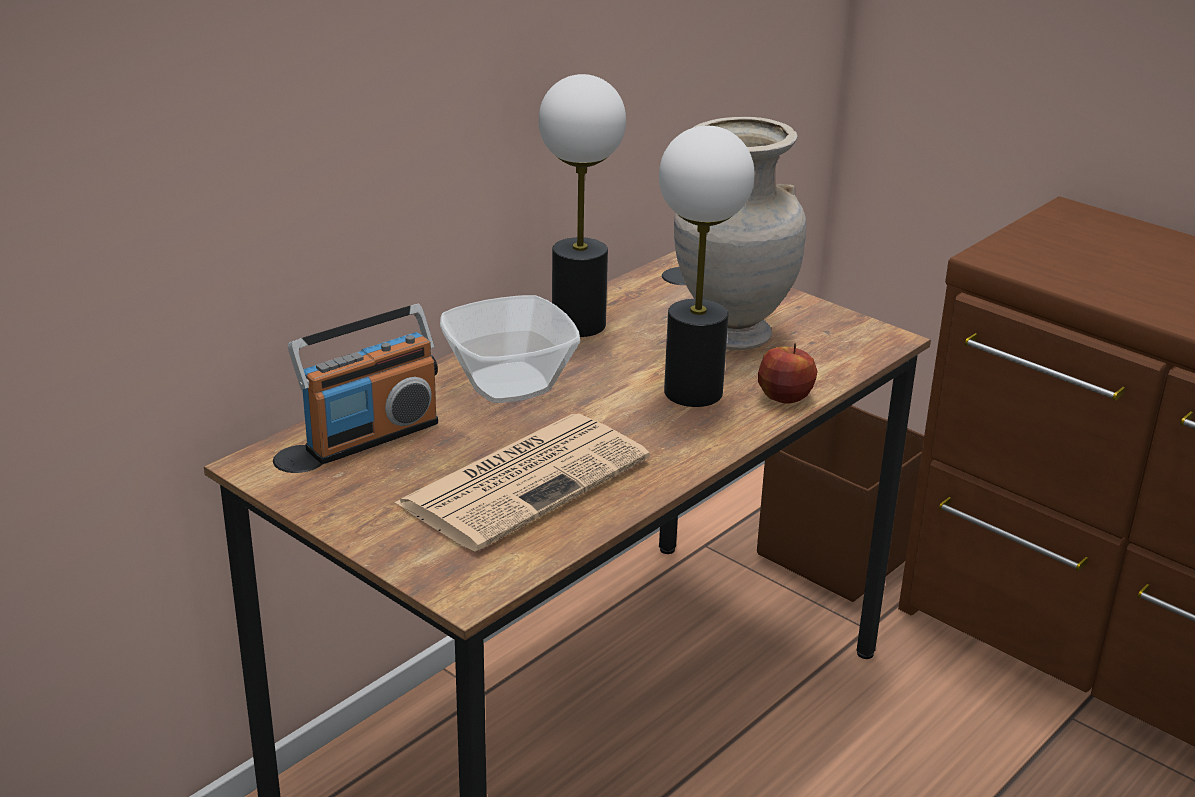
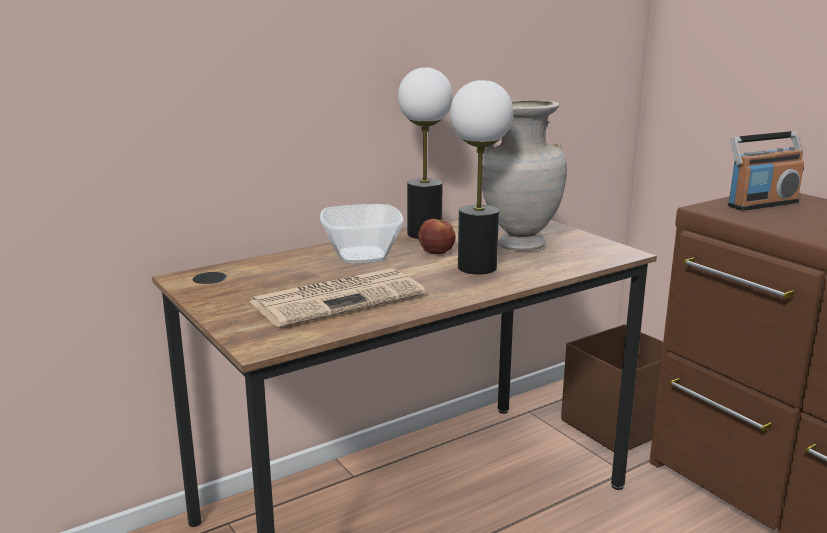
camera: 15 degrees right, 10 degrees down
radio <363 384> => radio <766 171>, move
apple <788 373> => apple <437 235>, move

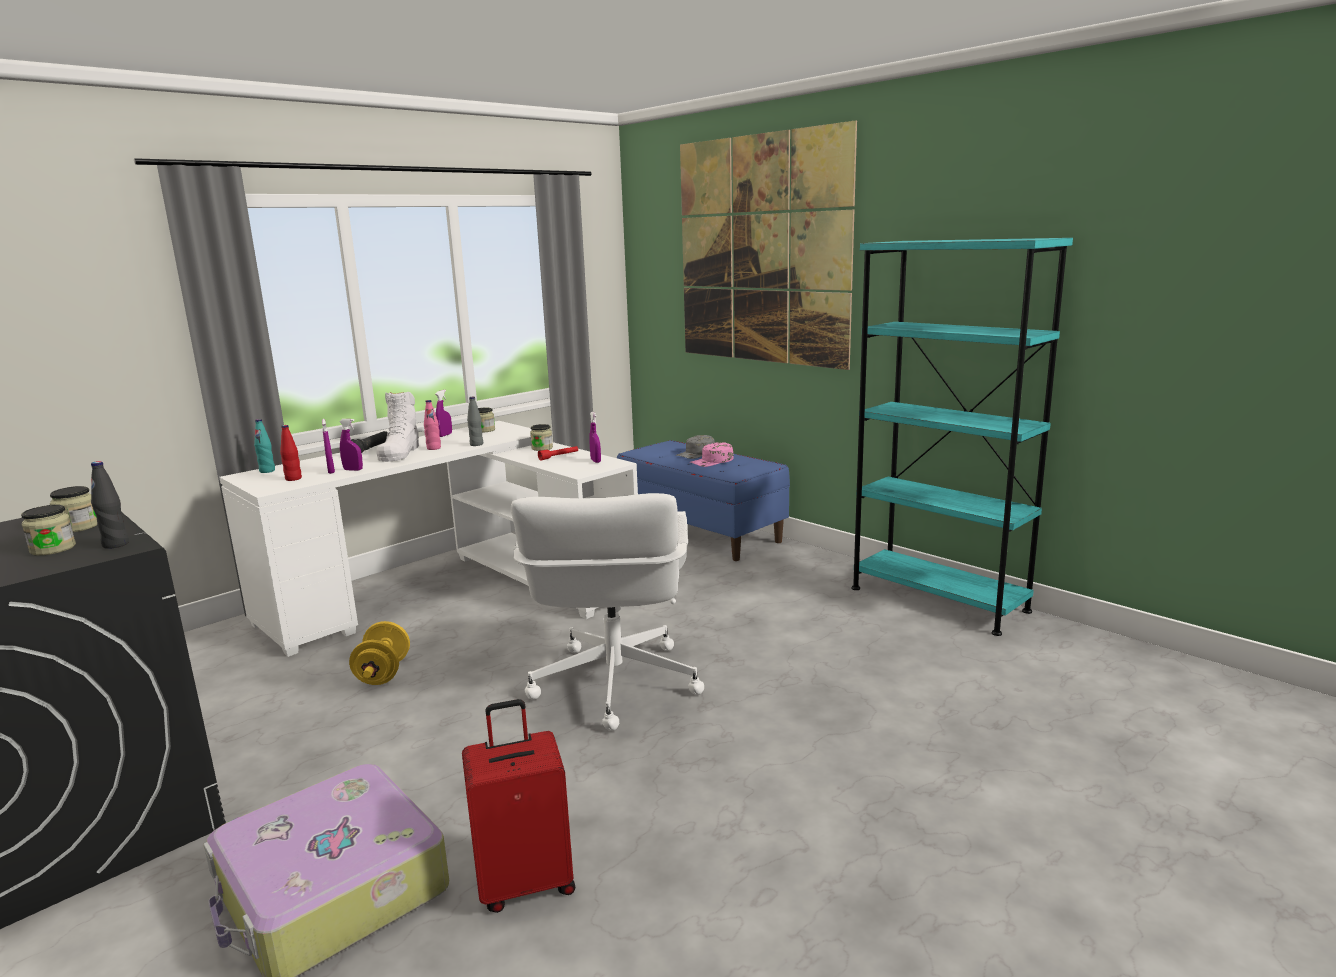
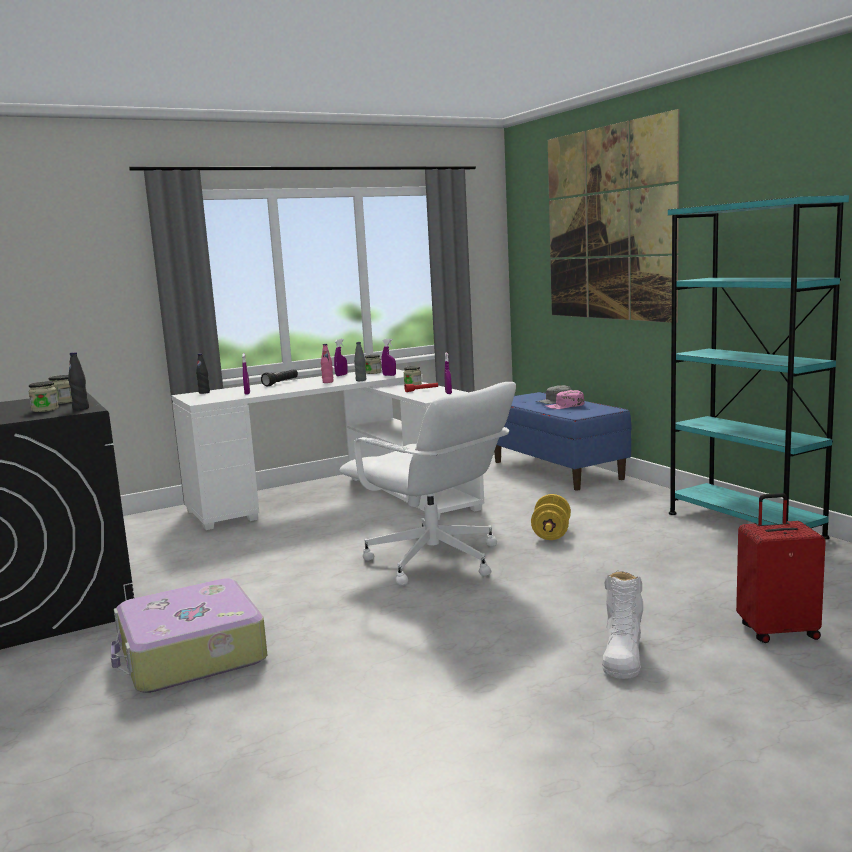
camera: 15 degrees right, 5 degrees down
boot/white <398 426> => boot/white <622 625>, move
bottle/turquoise <264 446> => bottle/black <203 373>
spray bottle/purple <351 445> => spray bottle/purple <388 357>, move
bottle/red <291 453> => nothing
office chair/white <607 612> => office chair/white <427 484>, 60 degrees counterclockwise
dumbbell/yellow <379 653> => dumbbell/yellow <551 517>, move
suitcase/red <518 806> => suitcase/red <781 568>, move

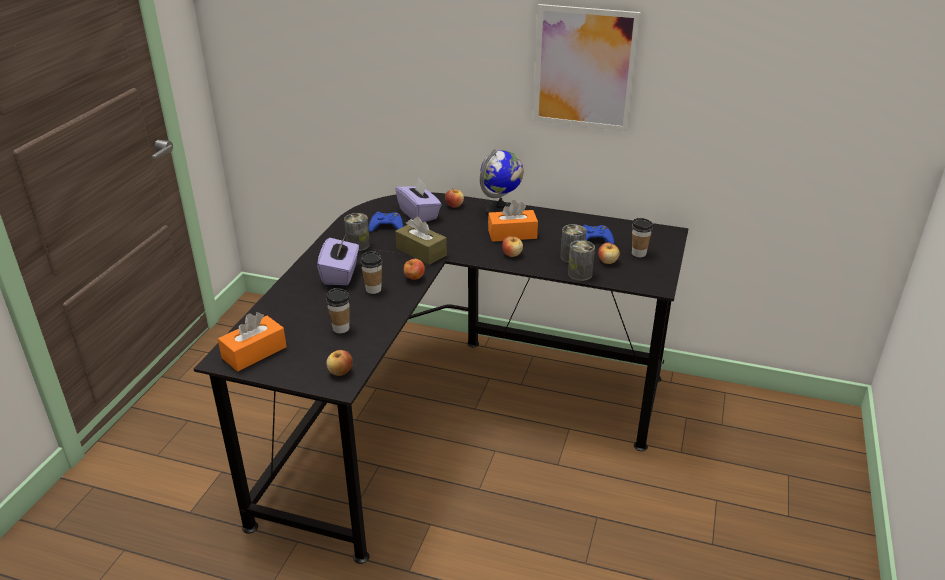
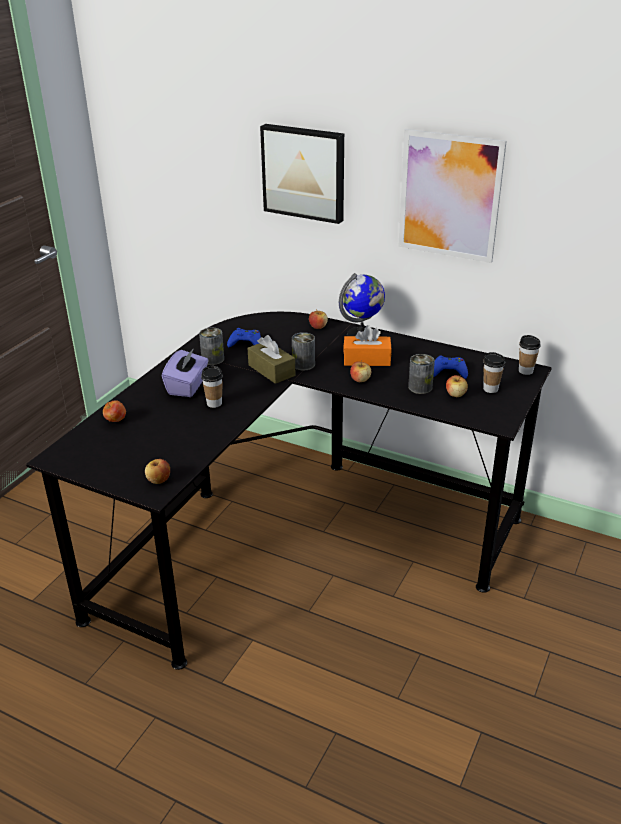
camera: 10 degrees right, 0 degrees up
tissue box/purple <418 200> => nothing
can <581 260> => can <303 351>, move
apple <414 269> => apple <114 411>, move
cup <338 310> => cup <530 355>, move
tissue box/orange <252 341> => nothing
nothing => picture <302 174>

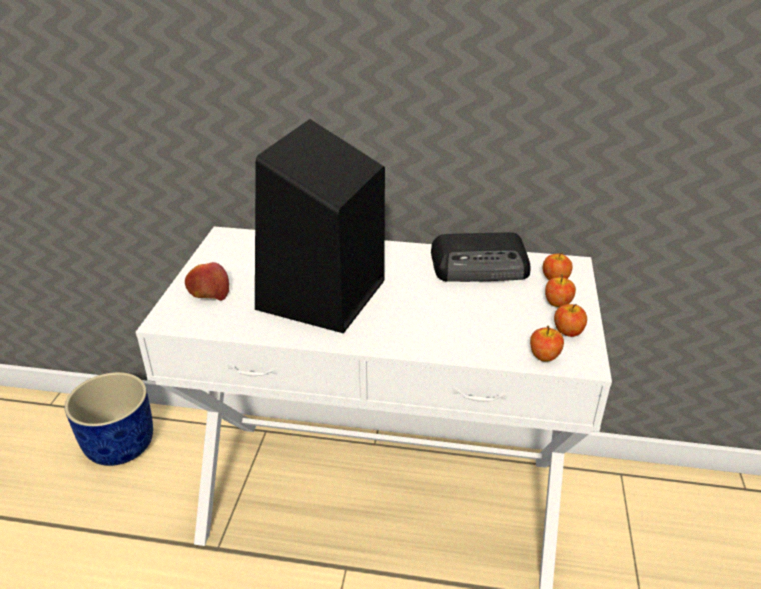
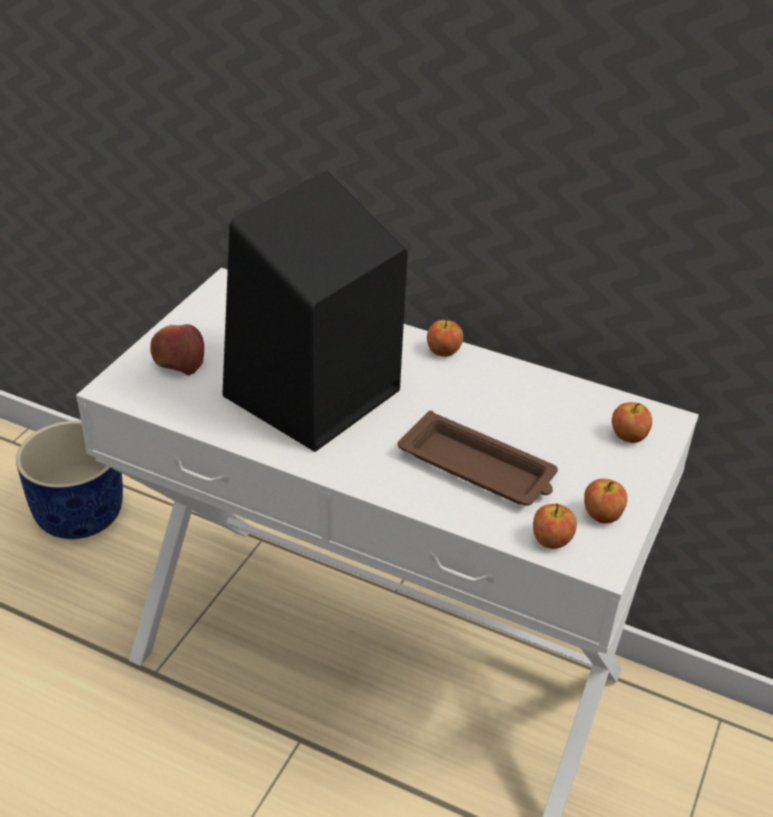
camera: 15 degrees right, 5 degrees up
radio <481 257> => nothing
apple <560 290> => apple <445 337>, move
nothing => tray/brown <478 458>

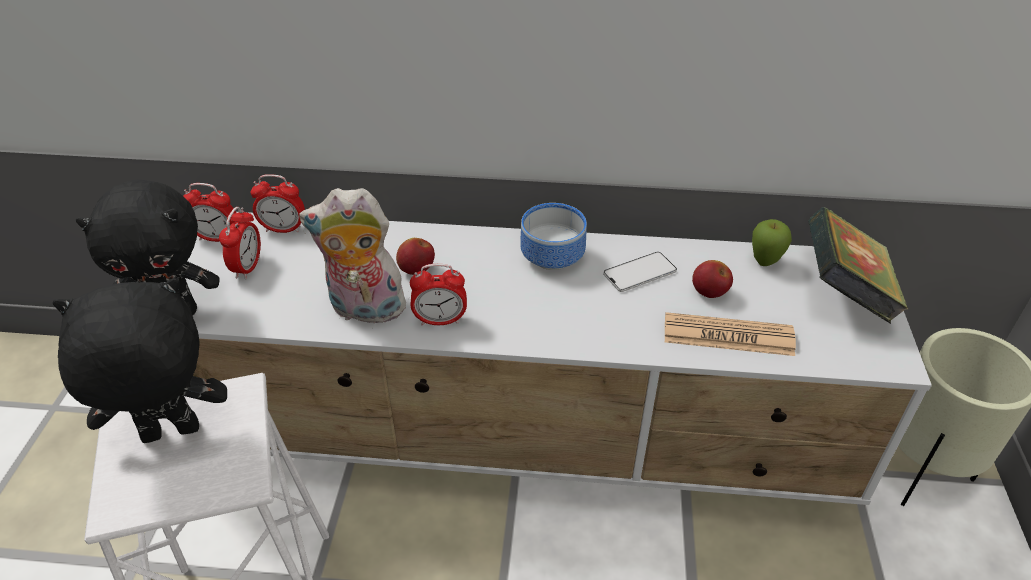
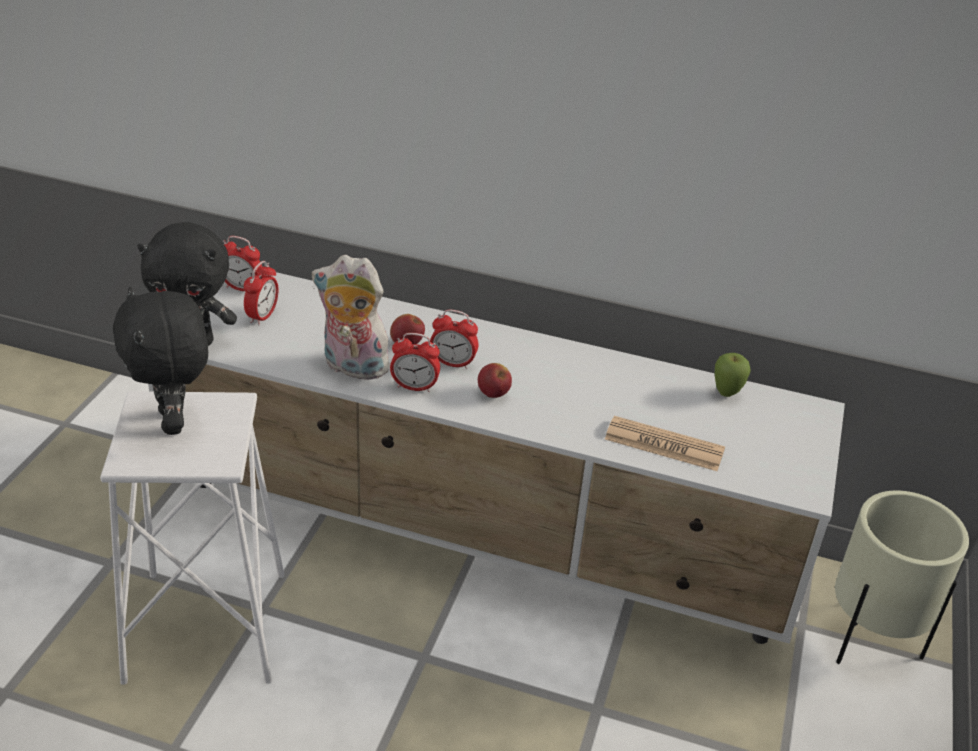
camera: 10 degrees right, 5 degrees down
alarm clock <277 203> => alarm clock <454 339>, move
bowl <553 236> => nothing
book <858 265> => nothing
phone <640 272> => nothing
apple <712 279> => apple <495 380>, move
plush toy/black <139 360> => plush toy/black <160 361>, 105 degrees counterclockwise

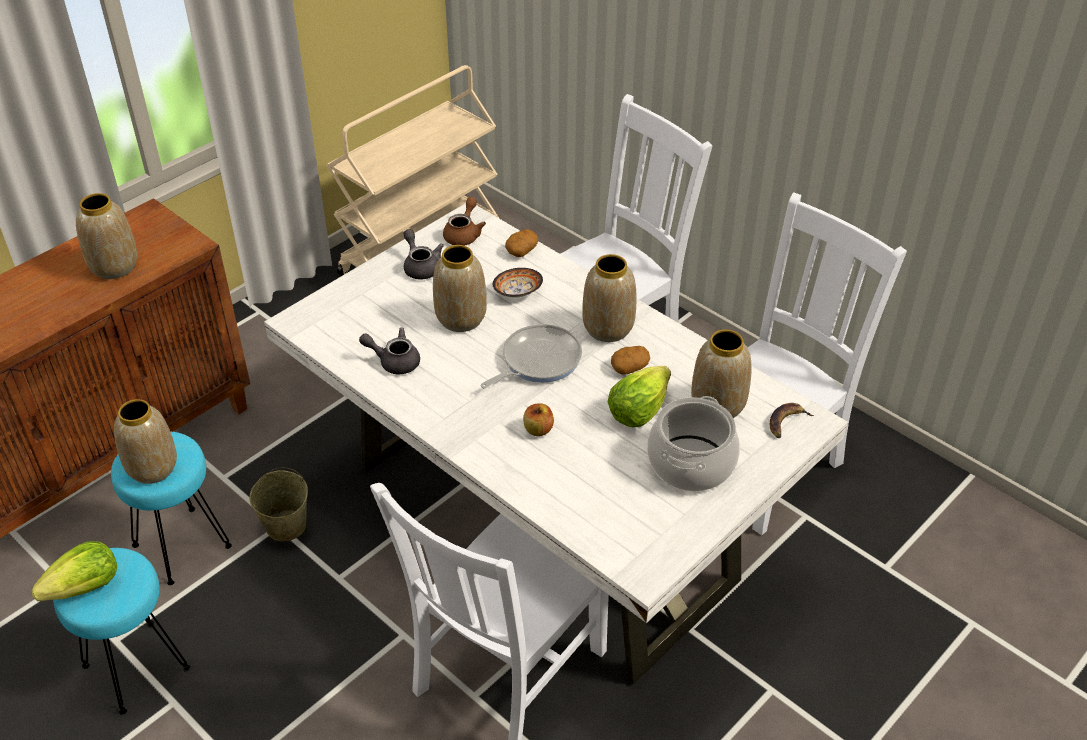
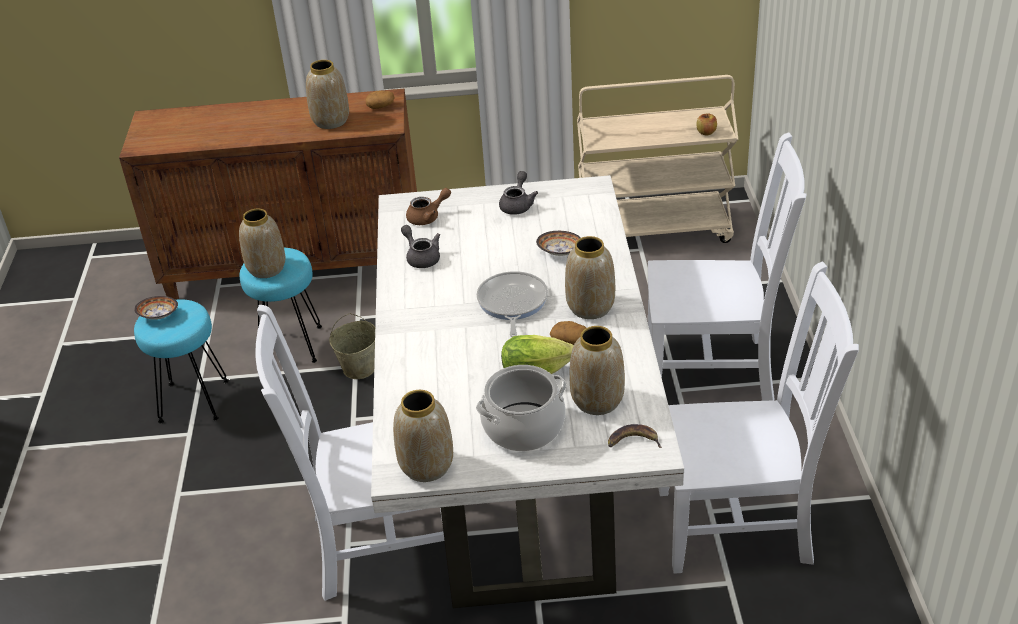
camera: 45 degrees right, 5 degrees down
teapot/brown <464 221> => teapot/brown <428 206>, move
potato <521 243> => potato <380 99>, move
vase <460 288> => vase <423 436>, move
frying pan <531 356> => frying pan <512 304>, 90 degrees counterclockwise
apple <538 419> => apple <706 124>, move
lettuce <74 571> => bowl <156 308>

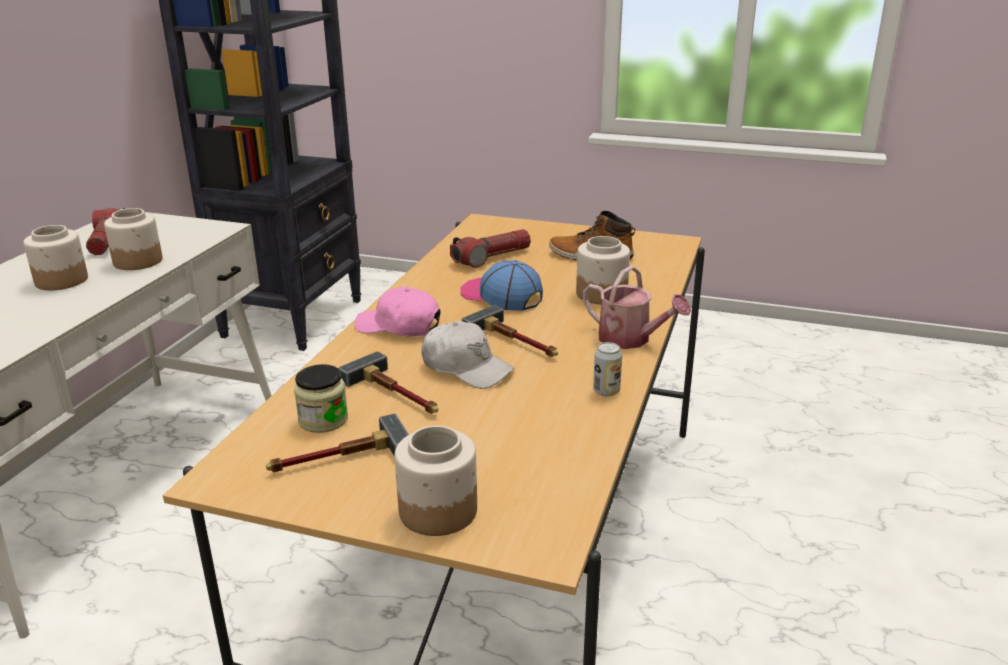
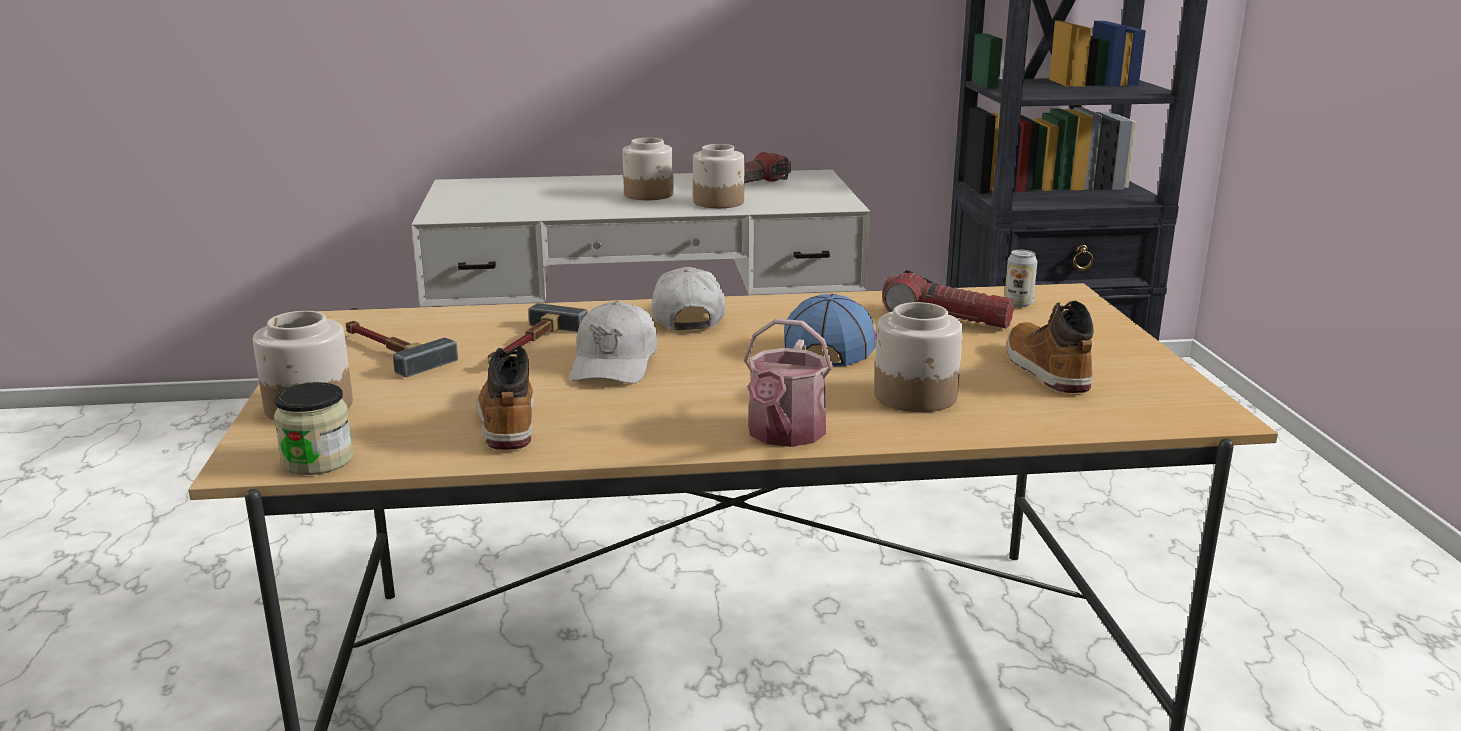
camera: 65 degrees right, 5 degrees down
cap/pink <398 311> => cap/white <689 298>
hammer <510 331> => nothing
can <607 369> => can <1021 278>, move
jar <321 398> => jar <314 428>, move
nothing => boot <505 397>

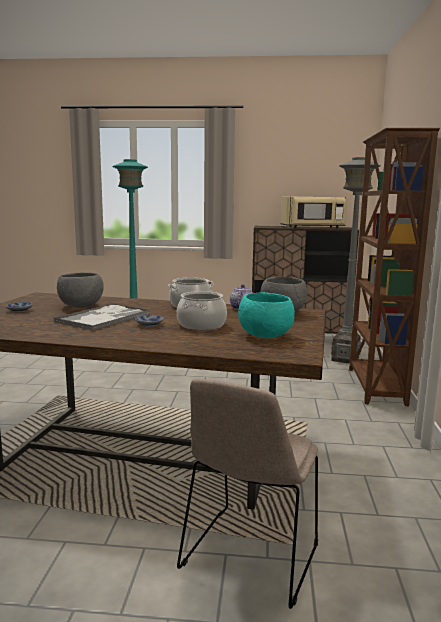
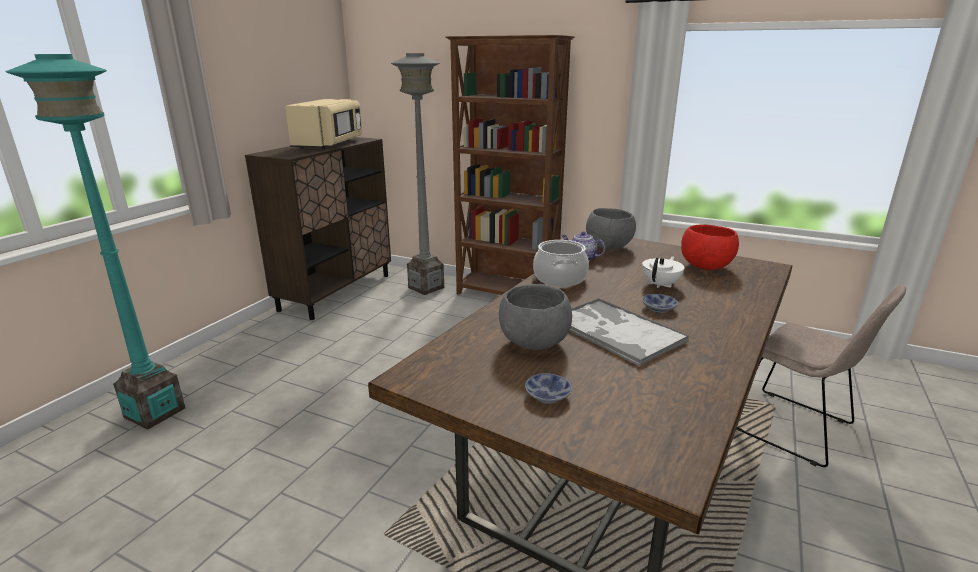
camera: 70 degrees left, 10 degrees up
cooking pot <202 310> => teapot/white <663 272>
bowl/turquoise <266 315> => bowl/red <710 247>

